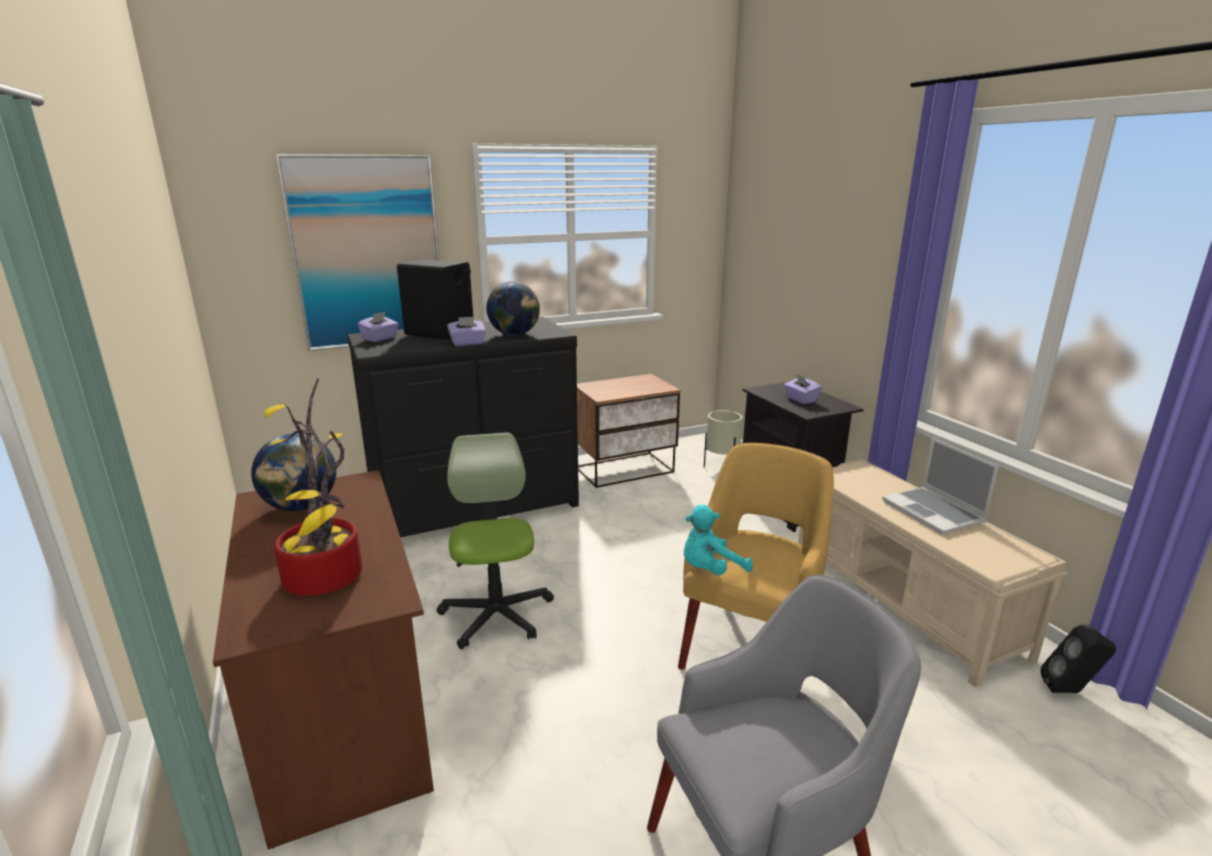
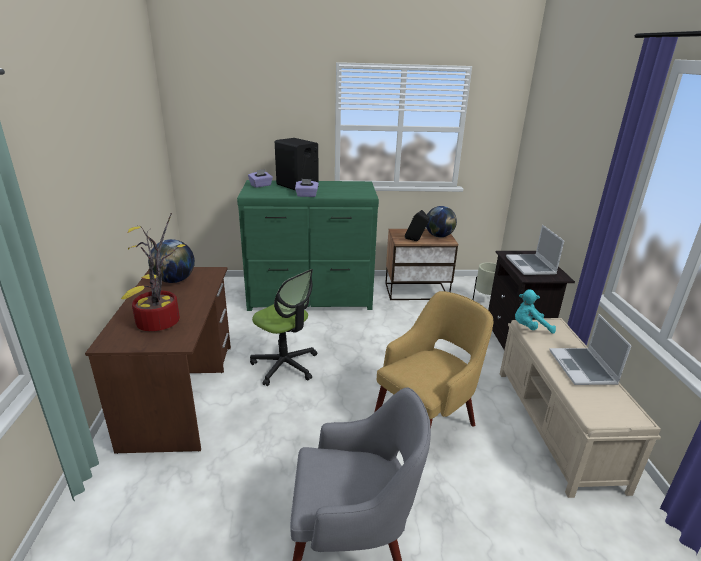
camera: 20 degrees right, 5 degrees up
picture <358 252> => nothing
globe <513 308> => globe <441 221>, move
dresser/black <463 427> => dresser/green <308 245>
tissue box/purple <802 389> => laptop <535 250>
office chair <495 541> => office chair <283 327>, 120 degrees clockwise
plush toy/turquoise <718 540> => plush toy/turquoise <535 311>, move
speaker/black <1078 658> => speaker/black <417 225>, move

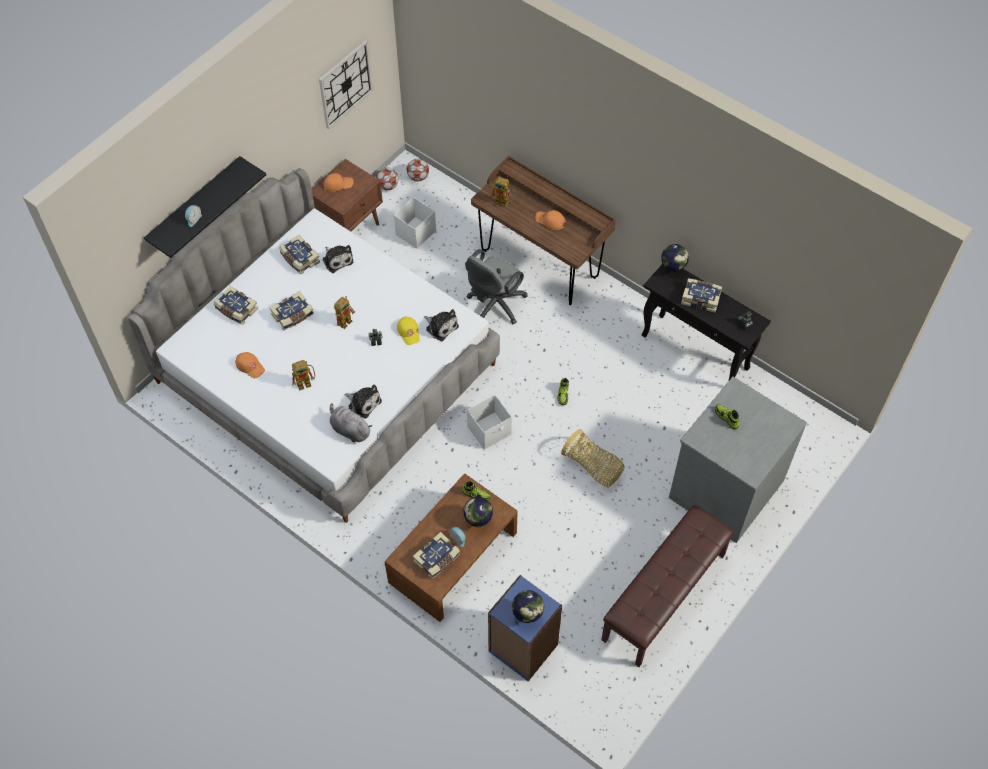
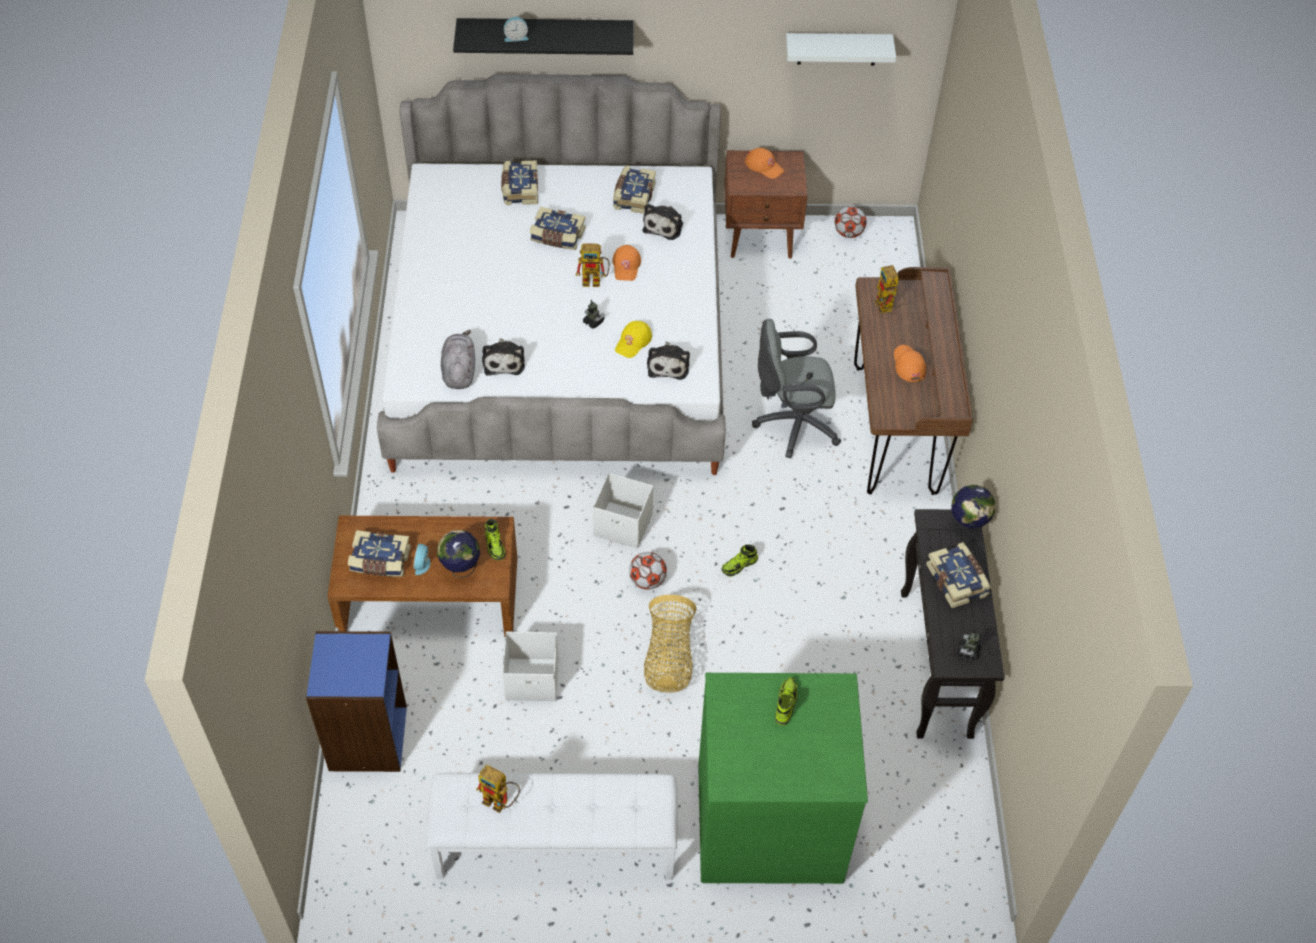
camera: 50 degrees right, 5 degrees down
wall clock <346 84> => shelf/white <841 49>
football <418 170> => football <648 571>, move
storage box/white <415 223> => storage box/white <530 666>, move
cap/orange <250 365> => cap/orange <626 263>, move
toy robot <303 375> => toy robot <498 789>, move
dresser/grey <738 459> => dresser/green <783 778>
bench/brown <667 586> => bench/white <552 826>
globe <528 608> => nothing

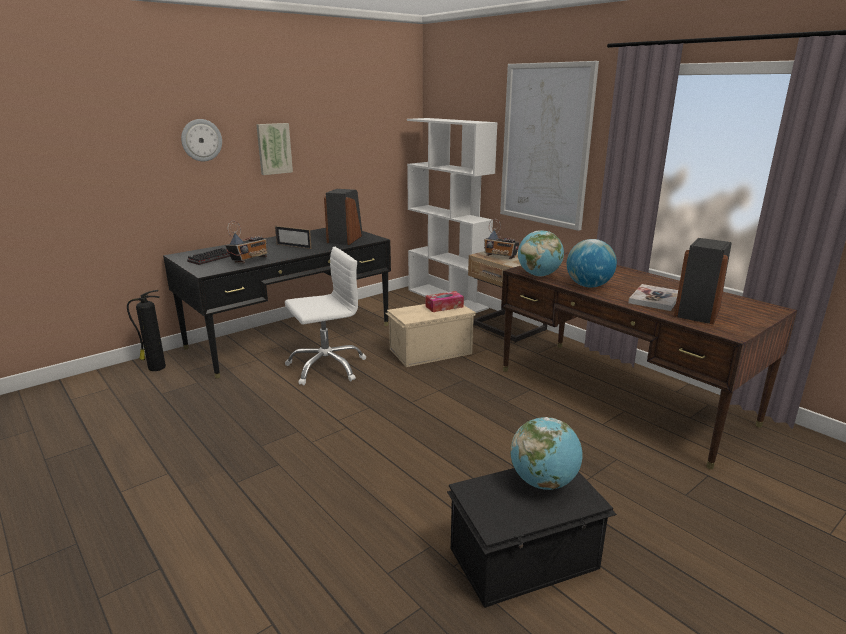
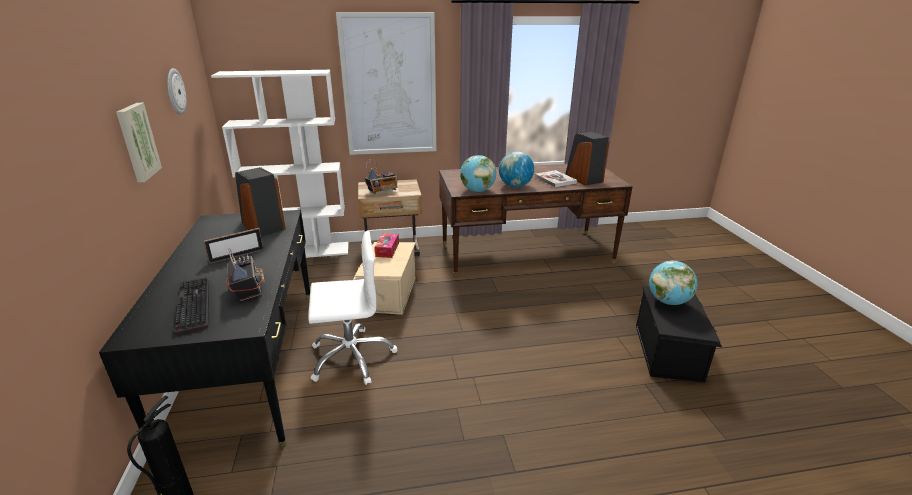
camera: 60 degrees left, 5 degrees up
wall clock <201 140> => wall clock <176 91>, move
office chair/white <325 316> => office chair/white <353 307>, 75 degrees clockwise

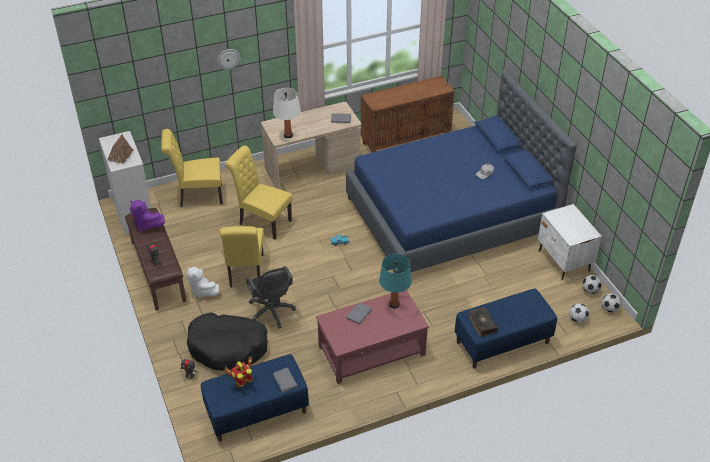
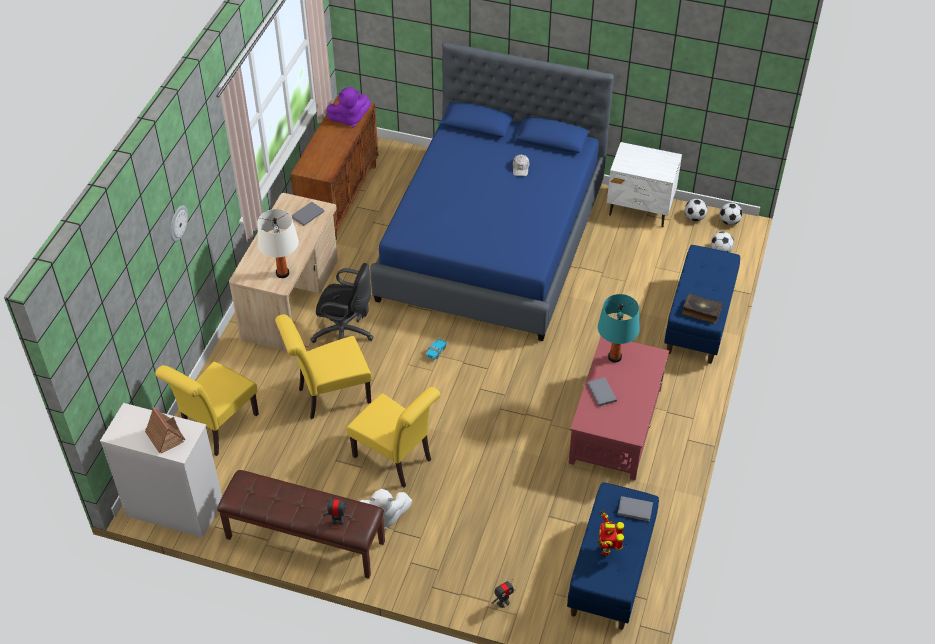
camera: 50 degrees left, 5 degrees up
plush toy/purple <147 216> => plush toy/purple <349 107>, move
office chair/black <271 297> => office chair/black <342 303>, move
dog bed/black <227 341> => nothing

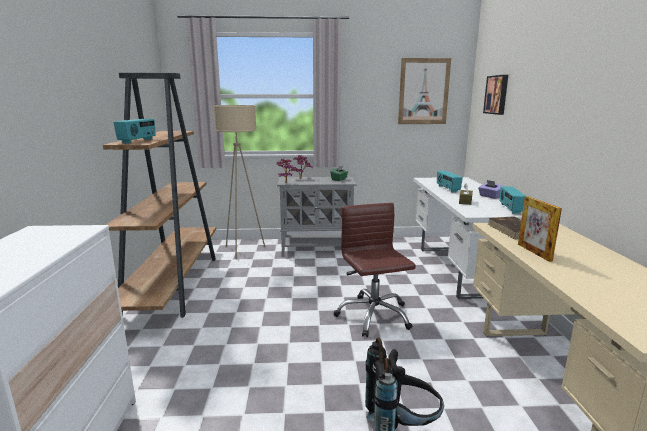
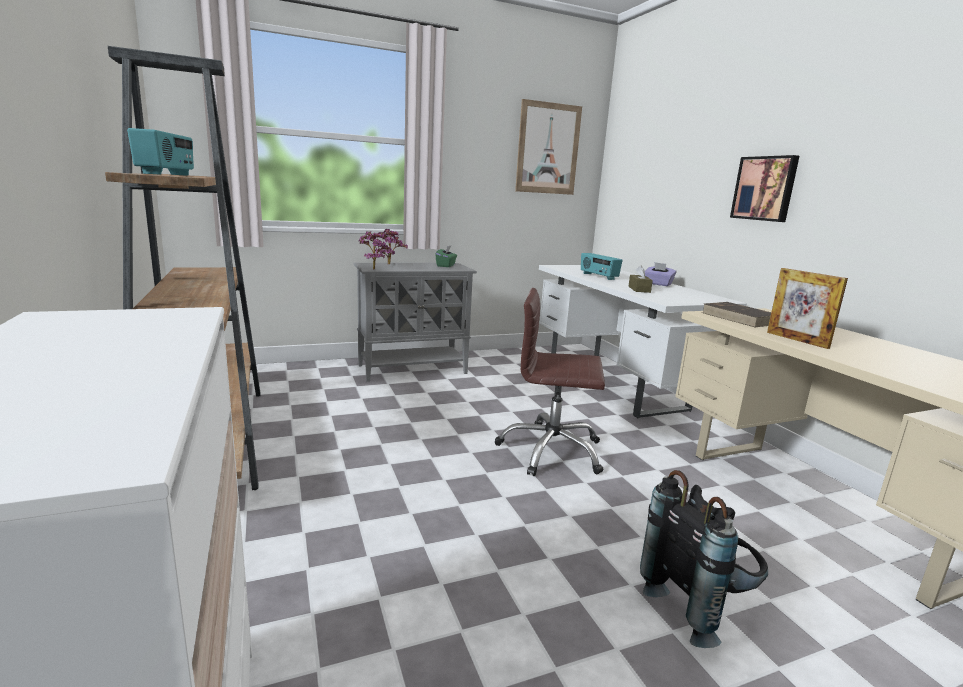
camera: 20 degrees left, 0 degrees up
picture <495 95> => picture <764 188>, move
floor lamp/beige <239 182> => nothing
radio <512 200> => nothing
office chair/brown <375 270> => office chair/brown <550 382>, 45 degrees counterclockwise

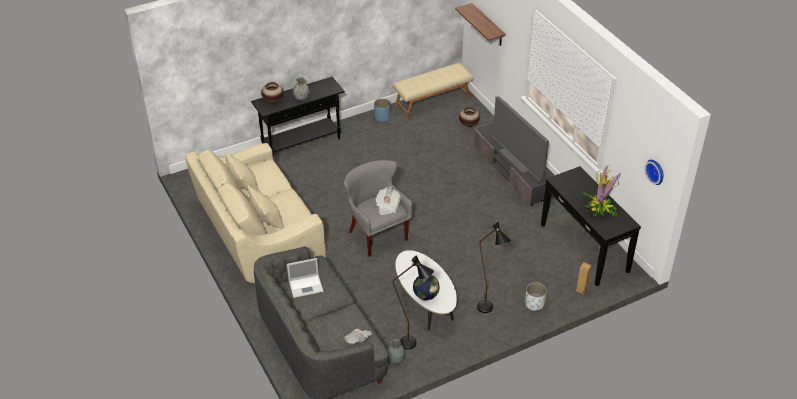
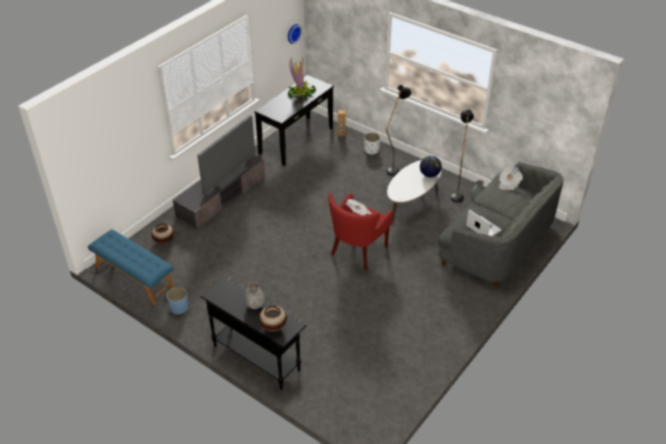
camera: 115 degrees left, 0 degrees up
shelf <480 24> => nothing
bench/beige <433 91> => bench/blue <131 267>
sofa/beige <255 213> => nothing
armchair/grey <378 208> => armchair/red <360 232>

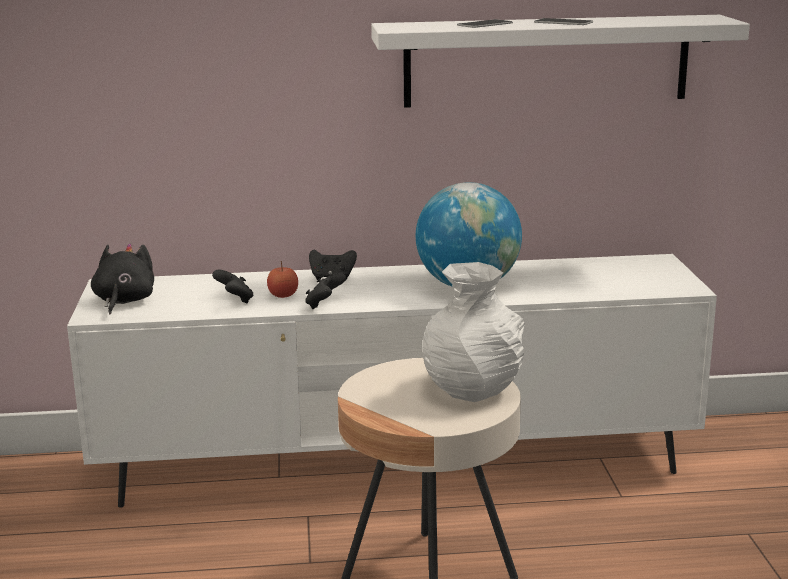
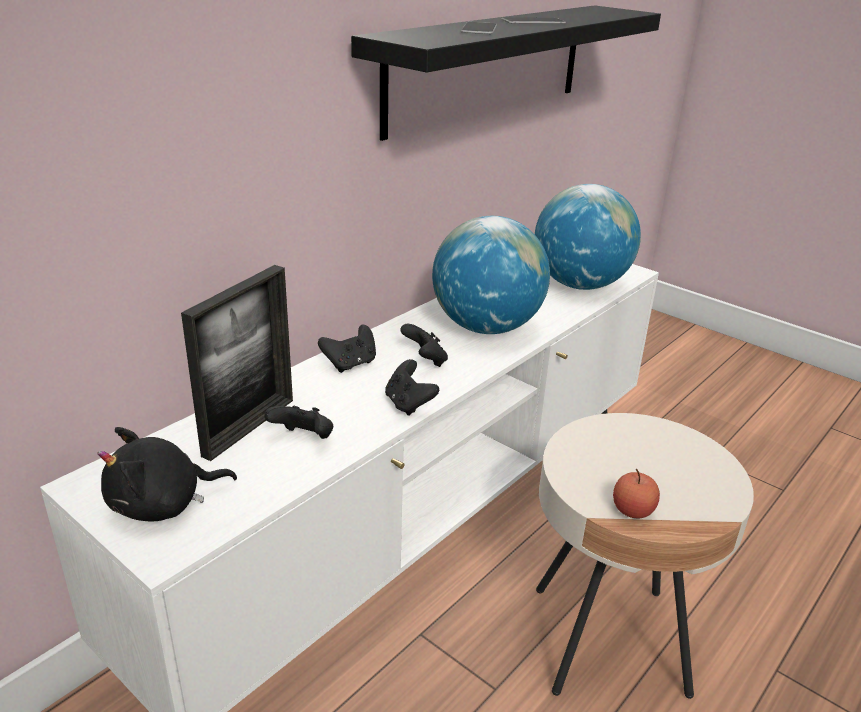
camera: 45 degrees left, 10 degrees up
shelf/white <560 61> => shelf/black <506 73>
plush toy/black <122 278> => plush toy/black <167 474>, 75 degrees counterclockwise
apple <282 279> => apple <636 493>, move
vase/white <473 332> => nothing
nothing => globe <588 237>
nothing => picture frame <237 363>
nothing => game controller/black <424 345>

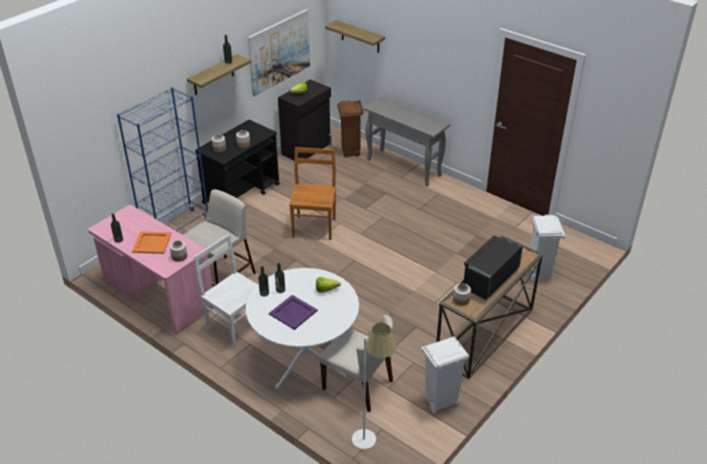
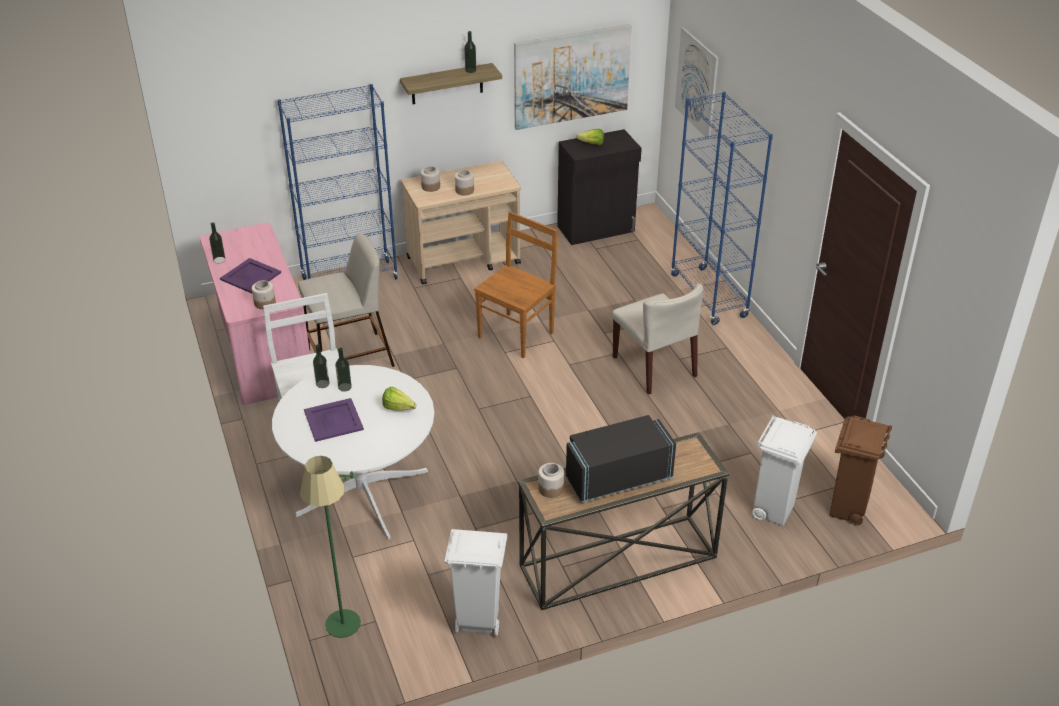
camera: 30 degrees right, 0 degrees up
shelf <355 36> => picture <697 83>
console table/grey <406 141> => bookcase/blue <721 208>
trash can/brown <350 128> => trash can/brown <861 470>, move
cart/black <237 162> => cart/beige <461 223>
tray/orange <151 242> => tray/purple <250 275>
chair/beige <356 363> => chair/beige <657 339>, move
floor lamp/white <374 386> => floor lamp/green <330 547>

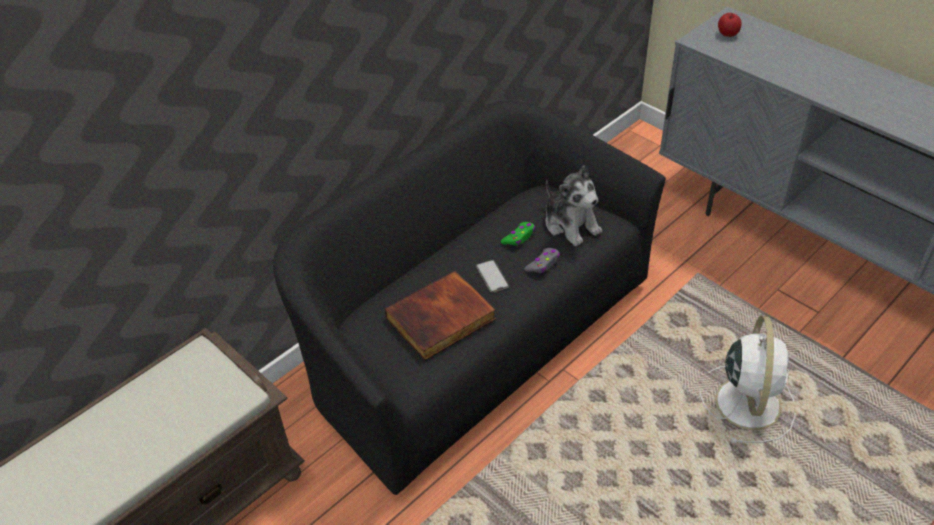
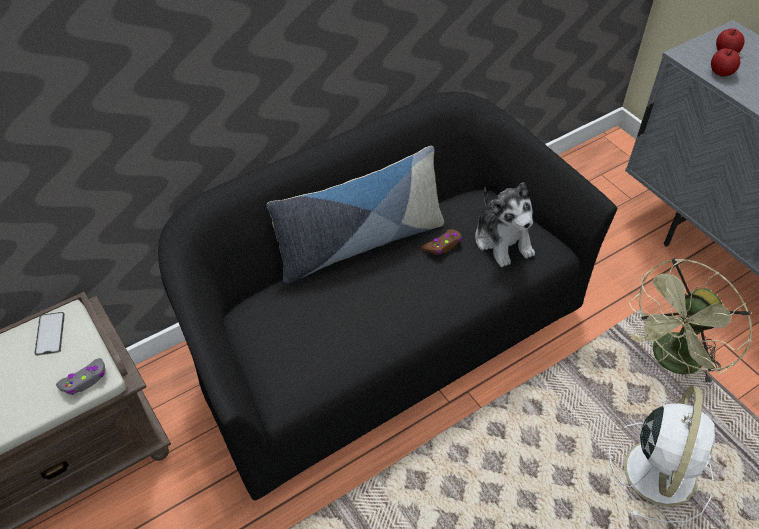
camera: 10 degrees right, 5 degrees up
game controller/green <518 234> => game controller/brown <441 242>
game controller/grey <542 260> => game controller/grey <80 376>, move
phone <492 276> => phone <50 334>, move
book <440 315> => nothing
nothing => apple <725 62>
nothing => pillow <355 215>
nothing => fan/green <690 321>

